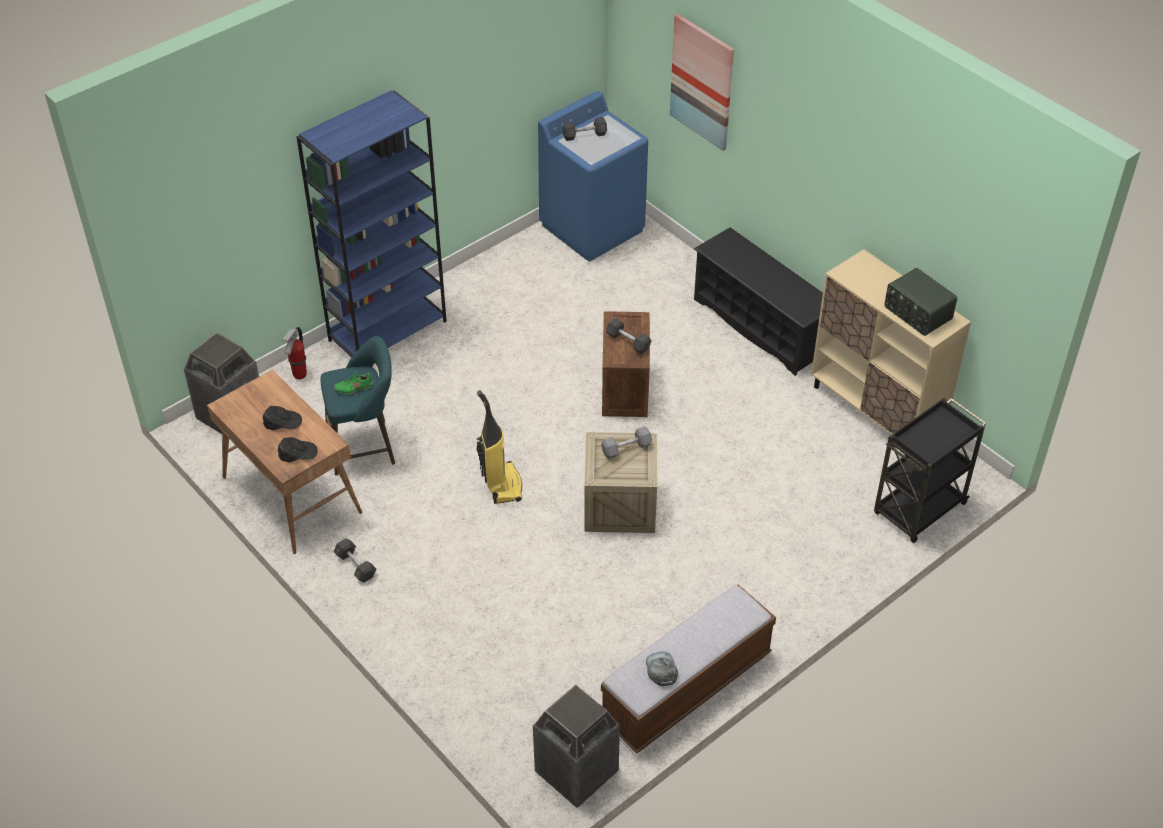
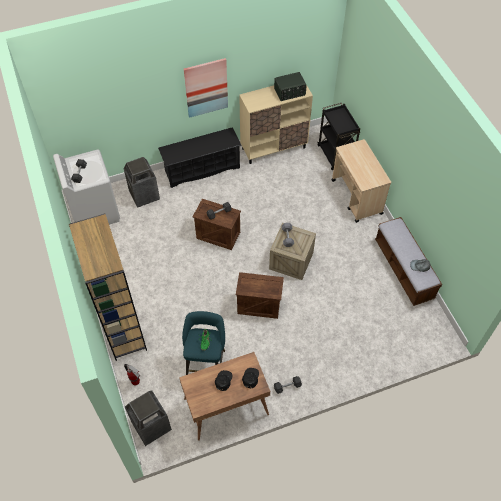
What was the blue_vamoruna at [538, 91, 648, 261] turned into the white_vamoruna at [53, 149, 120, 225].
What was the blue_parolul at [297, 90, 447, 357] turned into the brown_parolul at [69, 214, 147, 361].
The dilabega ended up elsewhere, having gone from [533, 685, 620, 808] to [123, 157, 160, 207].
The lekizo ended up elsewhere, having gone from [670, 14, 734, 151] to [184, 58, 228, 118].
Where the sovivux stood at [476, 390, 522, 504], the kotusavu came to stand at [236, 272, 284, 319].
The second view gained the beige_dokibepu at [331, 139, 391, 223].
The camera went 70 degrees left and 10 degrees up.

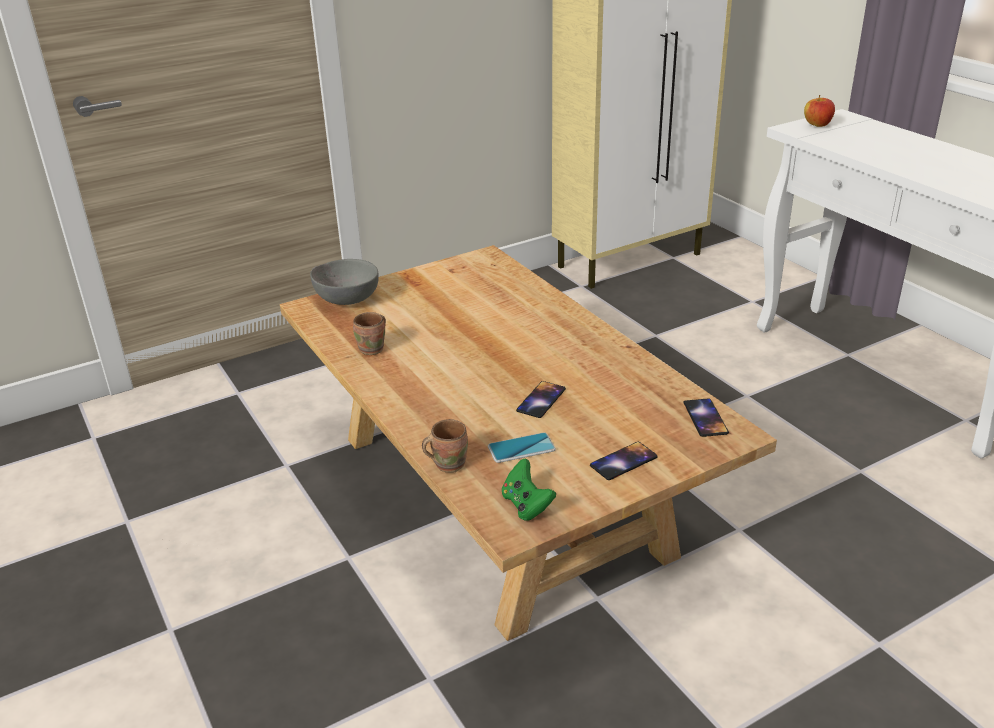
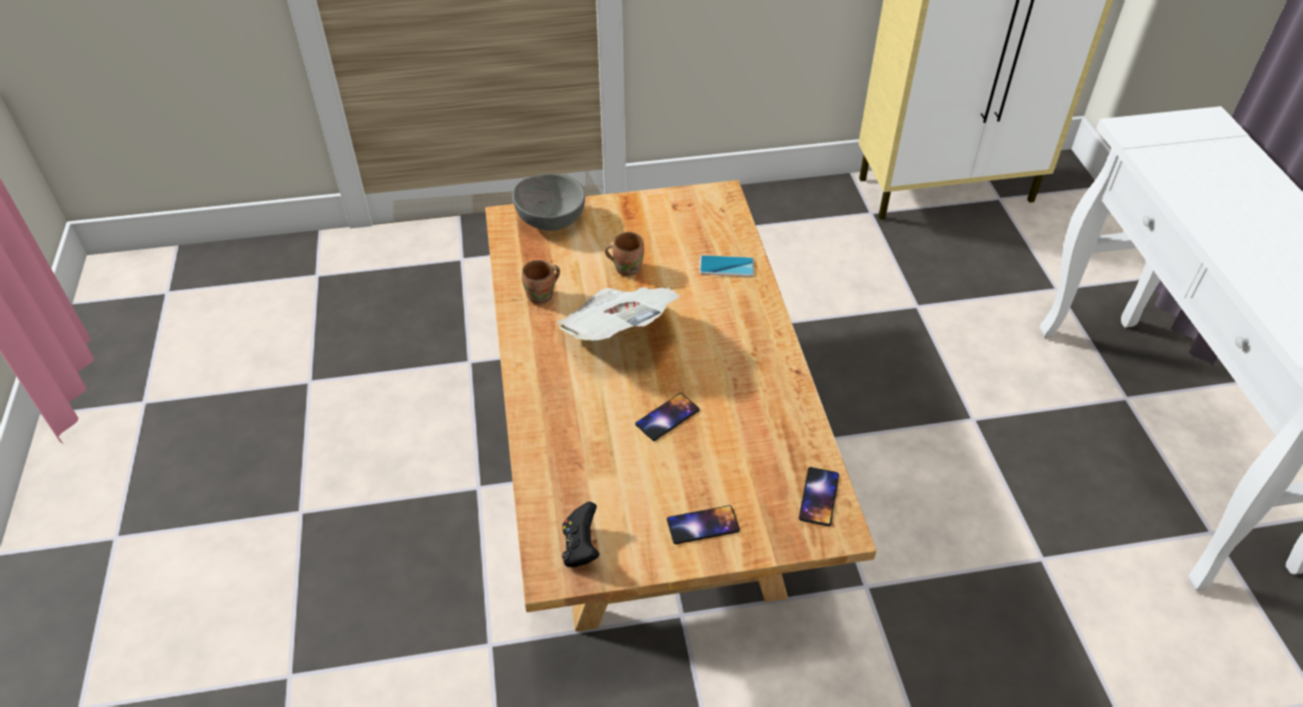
The second view gained the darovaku at [556, 287, 680, 340].
What was the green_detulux at [502, 458, 556, 521] turned into the black_detulux at [562, 502, 600, 568].
The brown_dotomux ended up elsewhere, having gone from [422, 419, 468, 473] to [605, 232, 644, 277].
The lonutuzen ended up elsewhere, having gone from [488, 433, 556, 463] to [699, 255, 754, 277].
The second view lost the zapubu at [804, 95, 835, 127].
The camera went 20 degrees right and 15 degrees up.

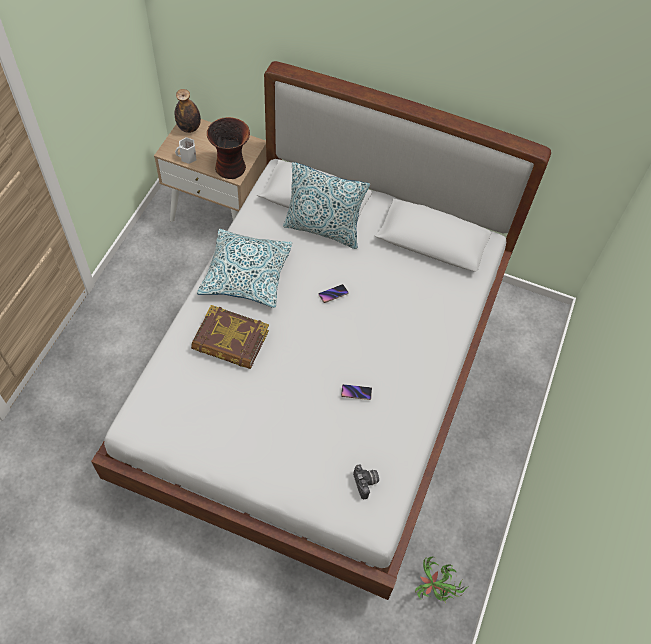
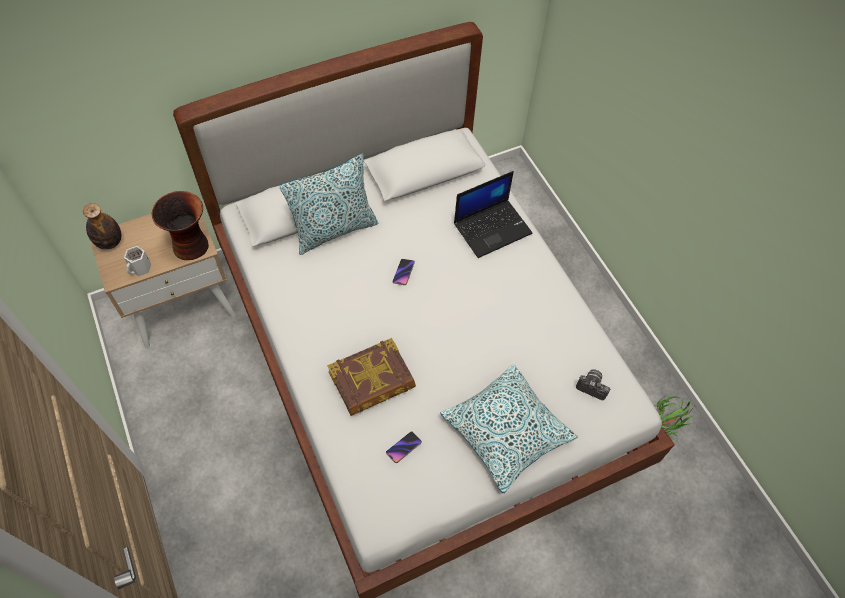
The lonutuzen ended up elsewhere, having gone from [341, 384, 372, 400] to [386, 431, 422, 463].
The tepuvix ended up elsewhere, having gone from [197, 229, 292, 308] to [440, 364, 578, 493].
The second view gained the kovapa at [454, 171, 533, 258].
The camera went 45 degrees left and 0 degrees up.

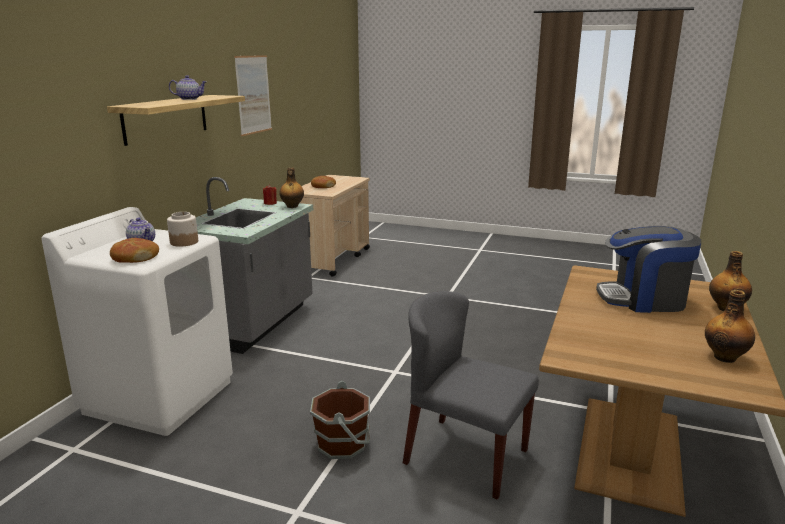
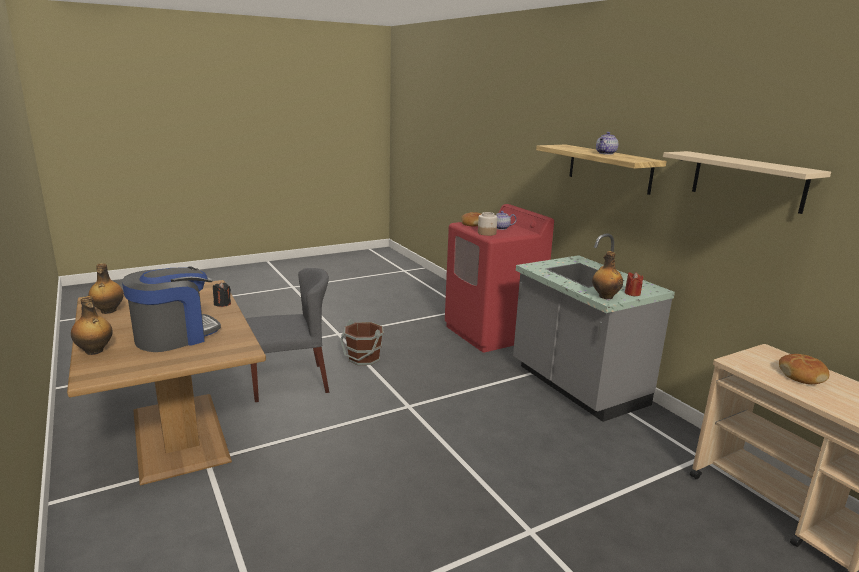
The second view gained the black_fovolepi at [213, 282, 231, 307].
What was the white_vamoruna at [41, 207, 233, 436] turned into the red_vamoruna at [445, 204, 554, 352].
Where the lekizo hung at [234, 55, 272, 136], the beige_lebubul came to hang at [663, 151, 831, 214].
The camera went 130 degrees right and 0 degrees up.

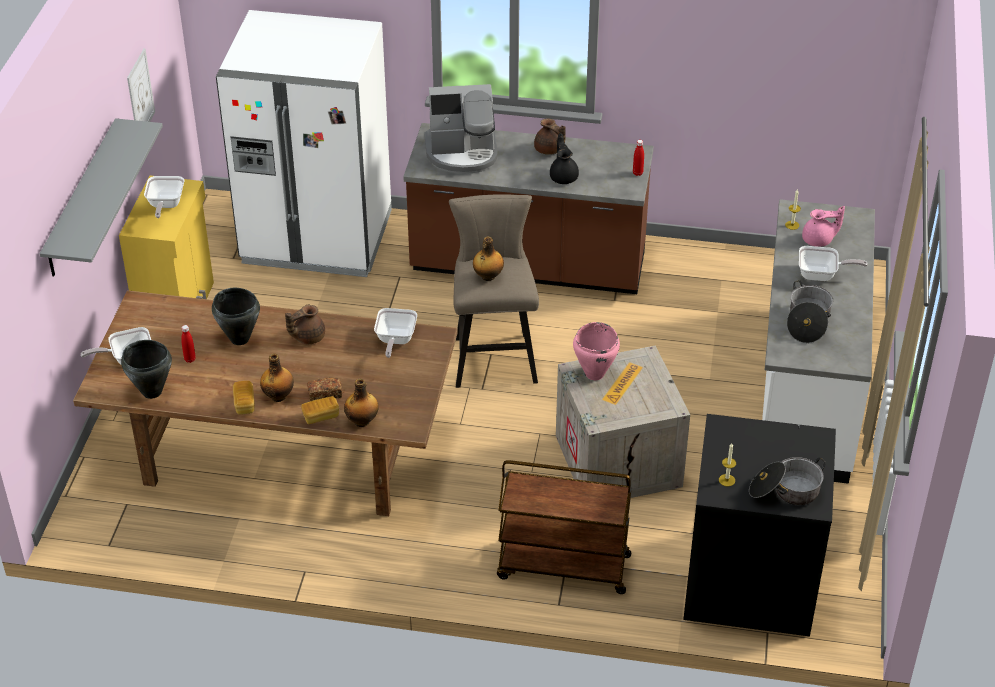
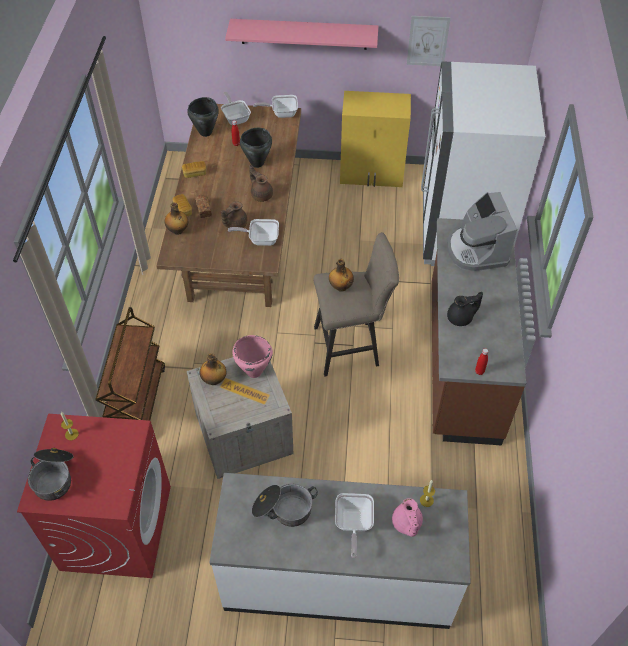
What was the black_vamoruna at [683, 414, 836, 636] turned into the red_vamoruna at [17, 414, 171, 578].
The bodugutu ended up elsewhere, having gone from [260, 354, 294, 402] to [200, 353, 226, 385].
The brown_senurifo ended up elsewhere, having gone from [534, 119, 566, 155] to [221, 201, 247, 228].
What was the grey_lebubul at [40, 118, 163, 277] turned into the pink_lebubul at [225, 19, 378, 50].
The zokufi ended up elsewhere, having gone from [144, 176, 184, 218] to [253, 95, 298, 118].
The camera went 85 degrees right and 10 degrees up.

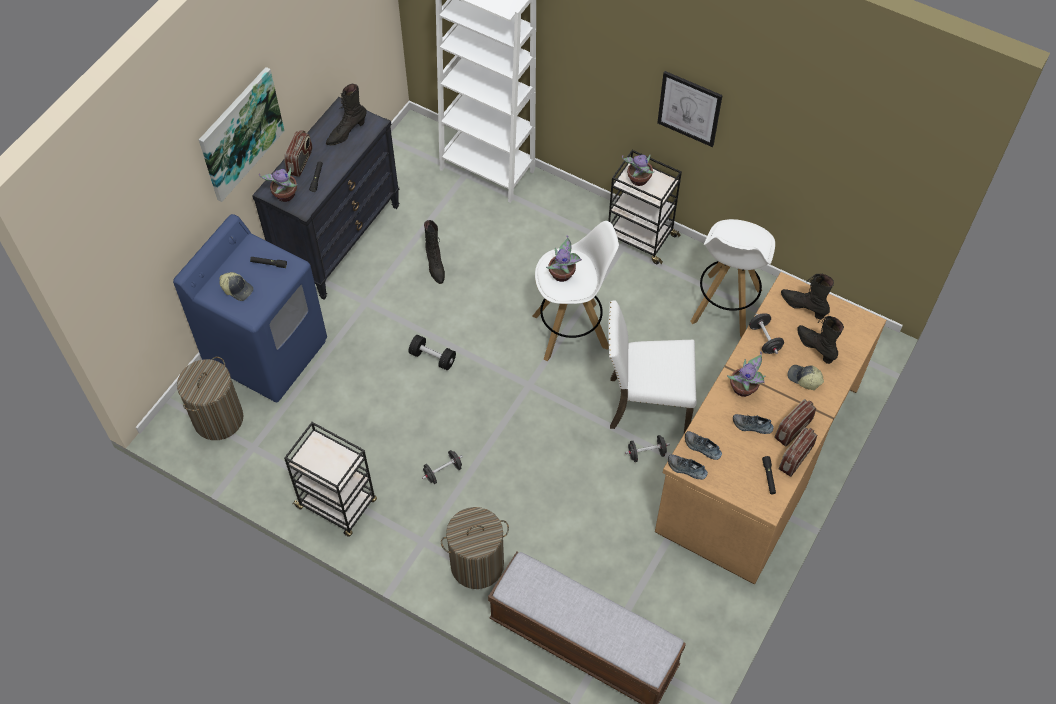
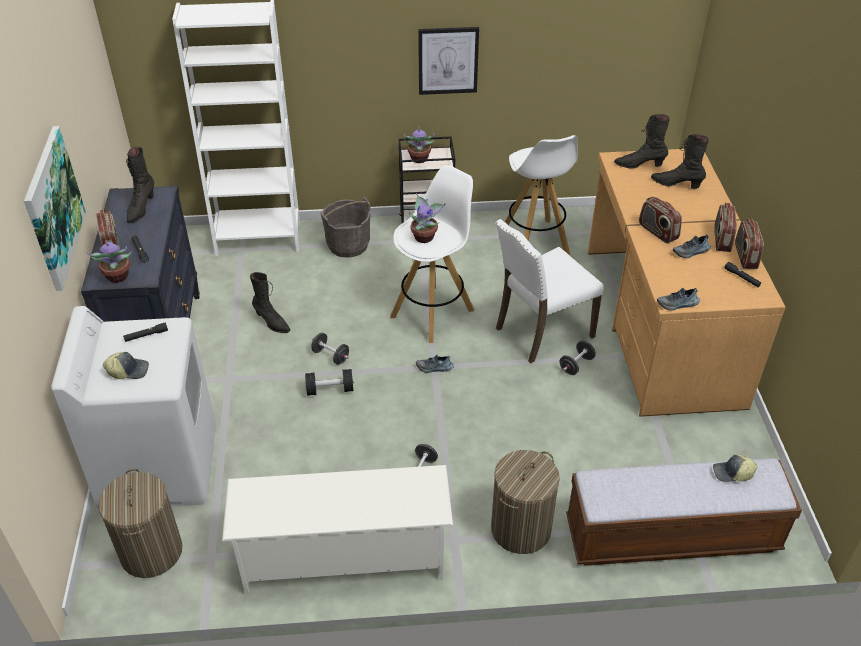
What was the blue_vamoruna at [173, 214, 327, 402] turned into the white_vamoruna at [51, 306, 216, 508].
Where the black_dokibepu stood at [284, 422, 377, 537], the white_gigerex came to stand at [222, 465, 453, 594].
The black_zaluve ended up elsewhere, having gone from [749, 313, 784, 354] to [312, 333, 349, 365].
The second view gained the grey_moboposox at [320, 197, 371, 258].
The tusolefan ended up elsewhere, having gone from [685, 431, 722, 460] to [416, 355, 454, 373].
Where the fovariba stood at [727, 351, 765, 397], the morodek came to stand at [639, 196, 682, 244].
The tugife ended up elsewhere, having gone from [787, 365, 824, 390] to [713, 455, 758, 482].
The camera went 35 degrees left and 15 degrees down.

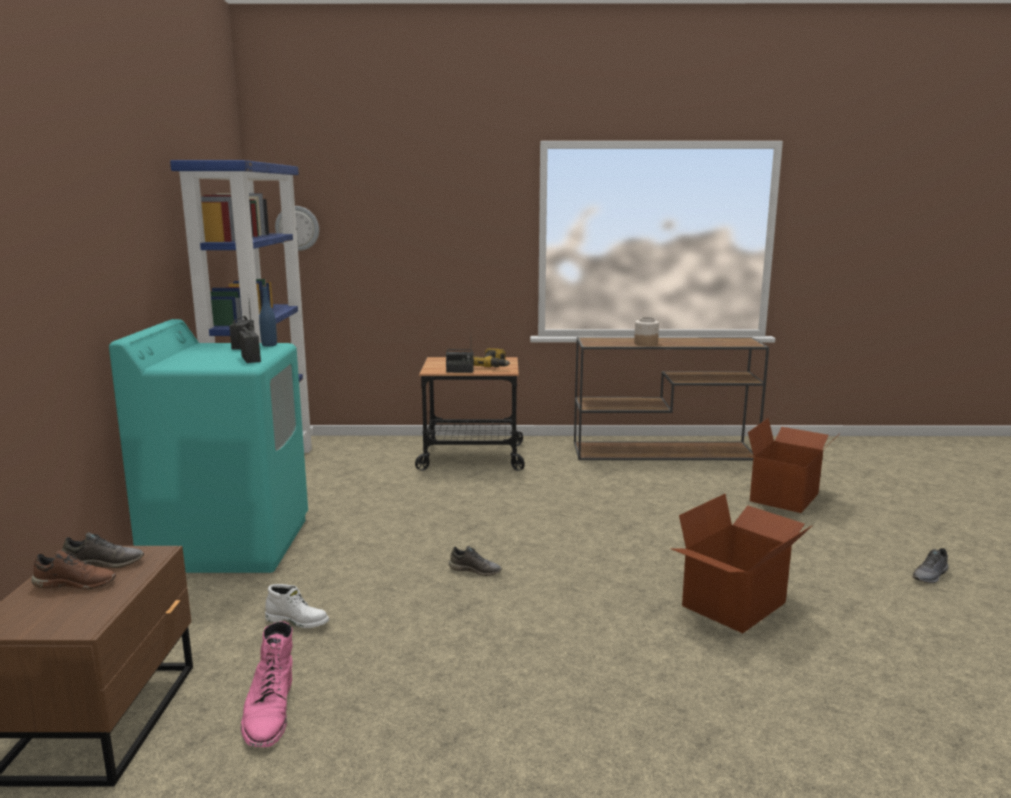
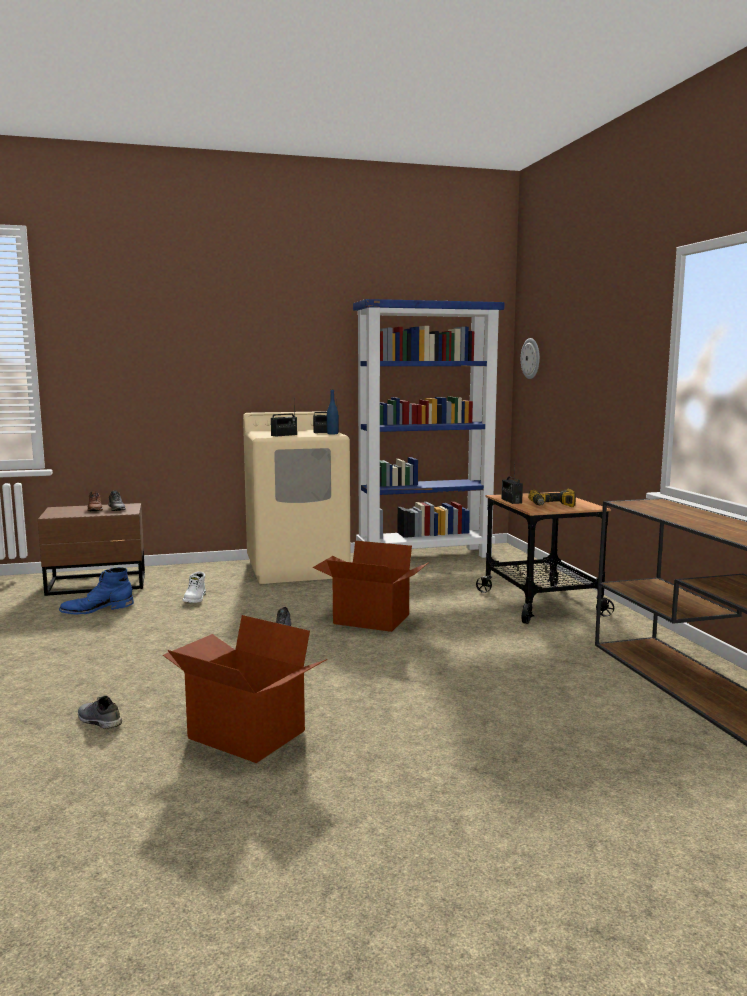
What was the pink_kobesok at [240, 621, 293, 747] turned into the blue_kobesok at [59, 567, 134, 615].
The grey_tusolefan ended up elsewhere, having gone from [912, 548, 948, 583] to [78, 695, 122, 729].
What was the turquoise_vamoruna at [109, 319, 308, 573] turned into the beige_vamoruna at [243, 411, 350, 584].
The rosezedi ended up elsewhere, having gone from [748, 418, 840, 513] to [313, 541, 429, 632].
The second view lost the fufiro at [634, 317, 659, 346].
The camera went 75 degrees right and 5 degrees down.

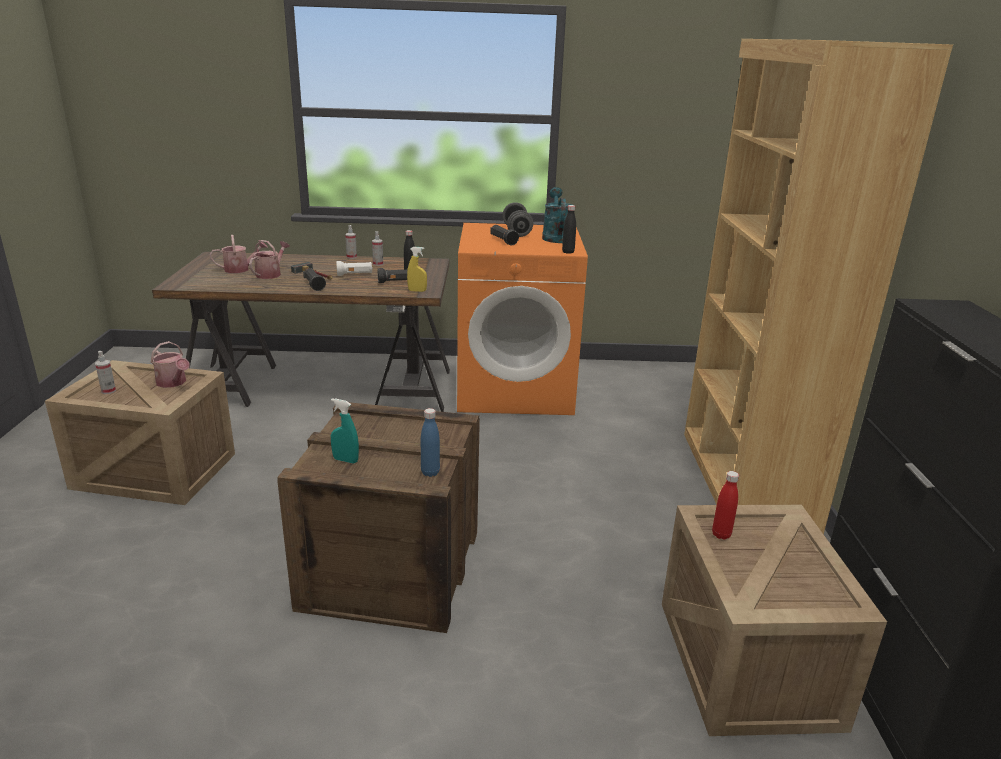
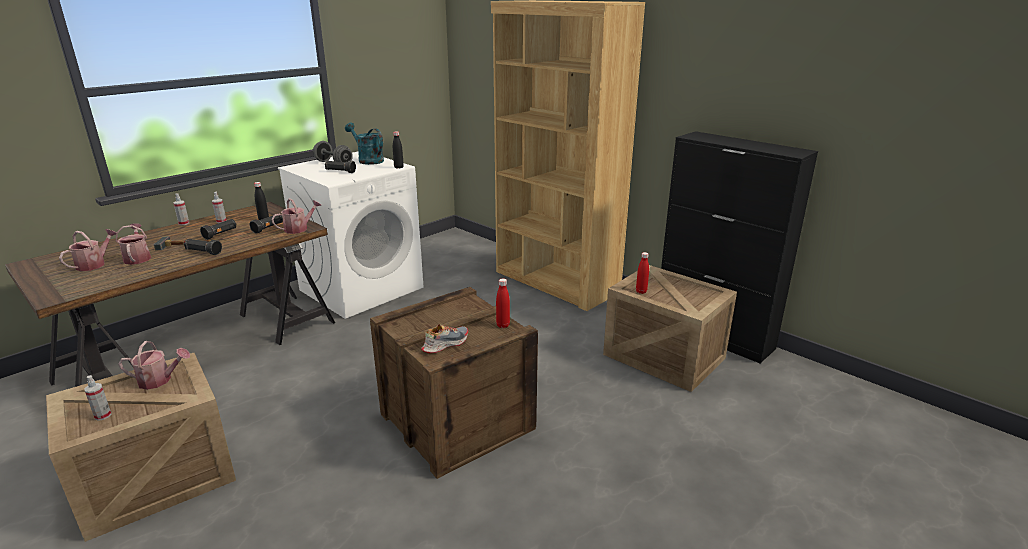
What was the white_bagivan at [336, 261, 373, 276] turned into the black_bagivan at [200, 219, 237, 240].
Where the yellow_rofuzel stood at [407, 247, 427, 292], the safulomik came to stand at [272, 198, 321, 234].
What was the orange_vamoruna at [457, 223, 588, 415] turned into the white_vamoruna at [278, 152, 424, 319].
Where the turquoise_rofuzel stood at [331, 398, 359, 463], the tusolefan came to stand at [421, 324, 468, 353].
What was the blue_bodugutu at [421, 408, 440, 477] turned into the red_bodugutu at [496, 279, 510, 328].
The camera went 45 degrees left and 0 degrees up.

